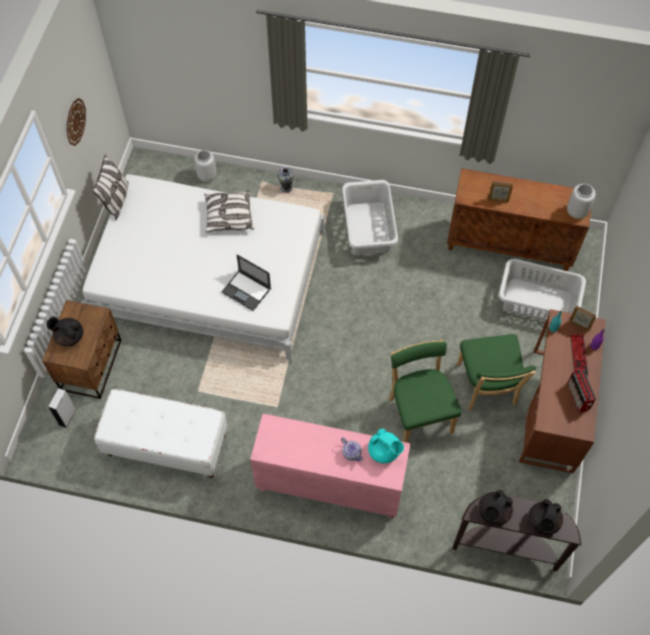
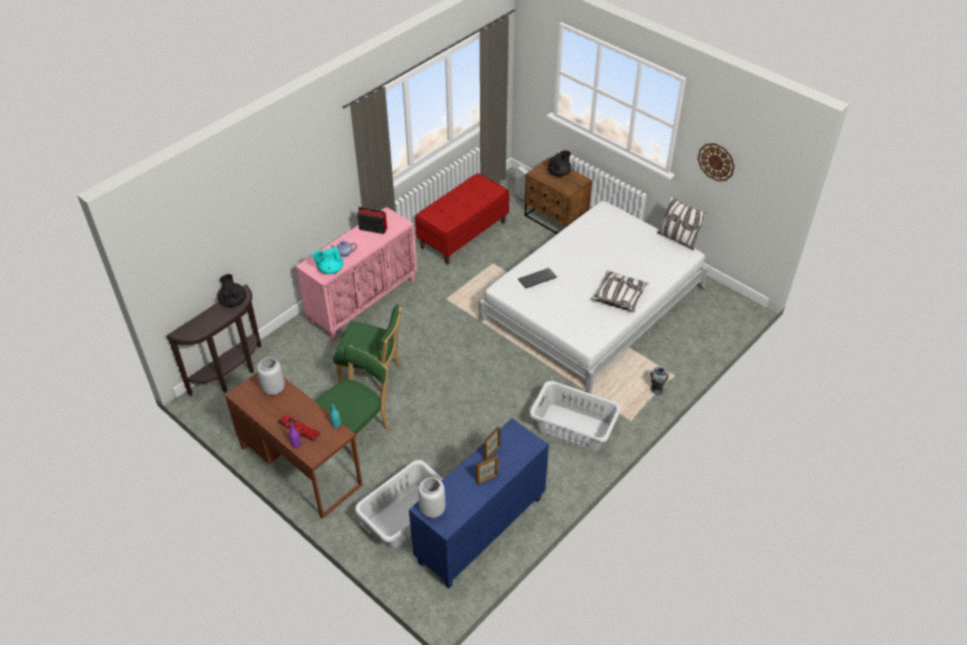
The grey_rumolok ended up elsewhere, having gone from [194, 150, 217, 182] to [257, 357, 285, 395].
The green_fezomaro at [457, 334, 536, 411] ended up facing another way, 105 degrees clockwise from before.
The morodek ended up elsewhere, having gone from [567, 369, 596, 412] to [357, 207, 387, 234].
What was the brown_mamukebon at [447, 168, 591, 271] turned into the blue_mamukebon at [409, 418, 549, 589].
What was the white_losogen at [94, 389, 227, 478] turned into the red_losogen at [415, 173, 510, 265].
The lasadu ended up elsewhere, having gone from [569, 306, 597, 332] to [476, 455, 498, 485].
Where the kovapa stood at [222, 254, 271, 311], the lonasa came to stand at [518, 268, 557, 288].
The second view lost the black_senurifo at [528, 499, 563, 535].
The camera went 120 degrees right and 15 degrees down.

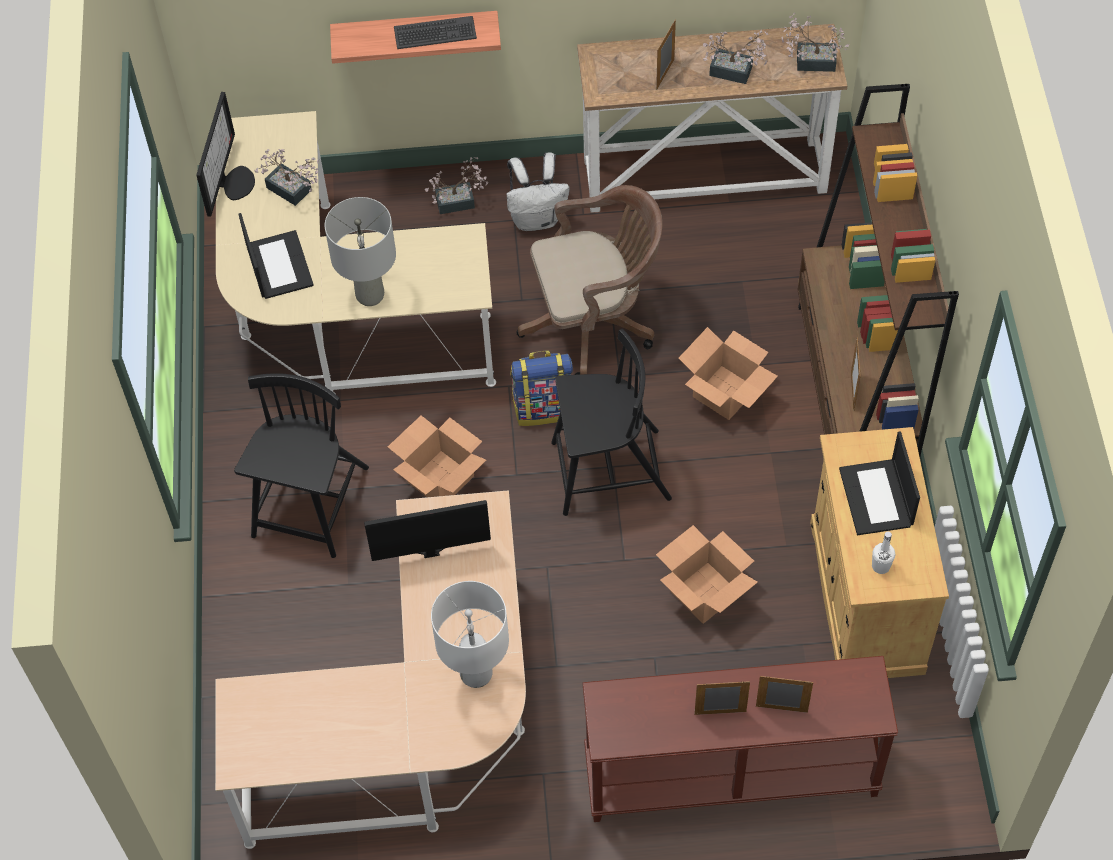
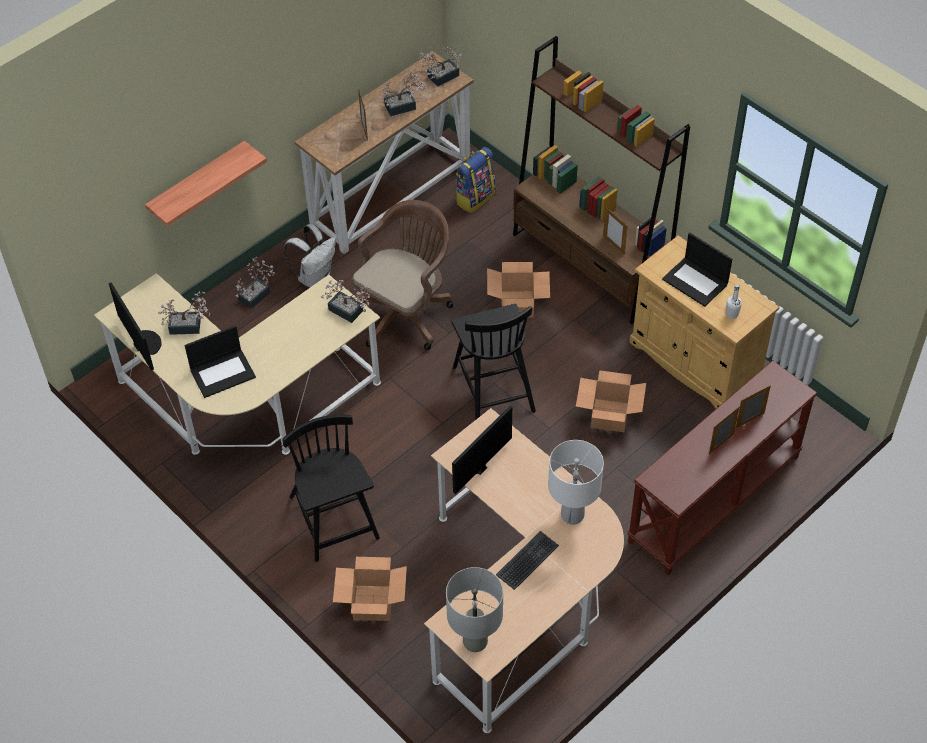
The kovapa at [238, 213, 314, 299] ended up facing another way, 120 degrees clockwise from before.
The second view gained the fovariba at [320, 280, 371, 323].
The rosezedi ended up elsewhere, having gone from [388, 415, 486, 497] to [333, 557, 407, 621].
The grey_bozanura ended up elsewhere, having gone from [325, 197, 396, 306] to [446, 567, 503, 652].
The black_fezomaro at [551, 329, 672, 516] ended up facing another way, 120 degrees clockwise from before.
The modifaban ended up elsewhere, having gone from [510, 350, 573, 426] to [455, 147, 496, 213].
The lonasa ended up elsewhere, having gone from [394, 16, 477, 49] to [496, 531, 559, 590].
The camera went 40 degrees left and 5 degrees down.

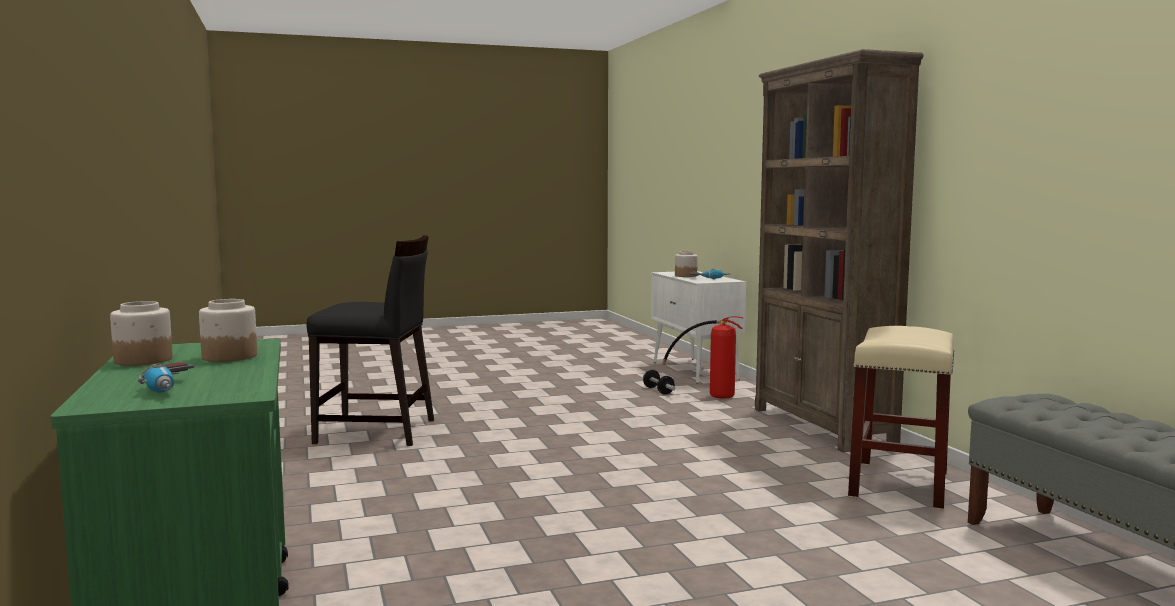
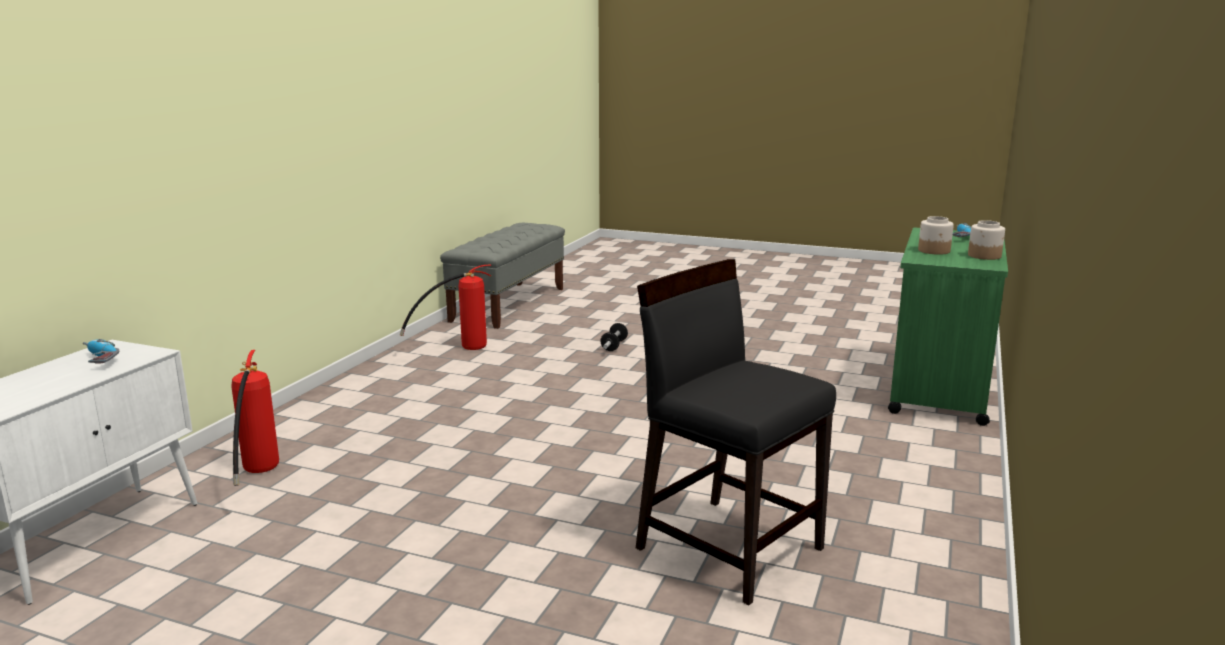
Where the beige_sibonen stood at [848, 326, 954, 510], the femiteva came to stand at [400, 265, 492, 350].
The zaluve ended up elsewhere, having gone from [643, 370, 675, 395] to [600, 323, 628, 351].
The second view lost the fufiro at [675, 251, 698, 277].
The second view lost the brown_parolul at [755, 49, 924, 452].
The camera went 140 degrees left and 10 degrees up.

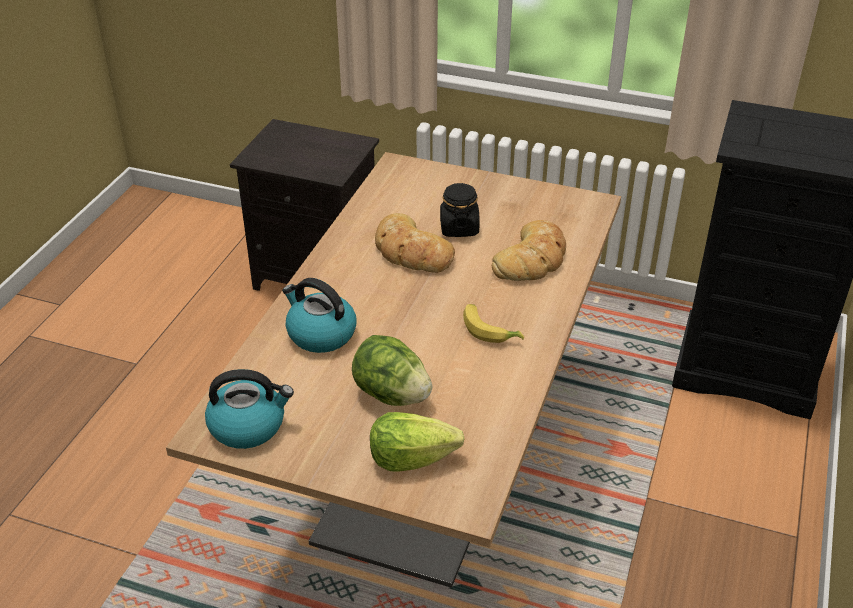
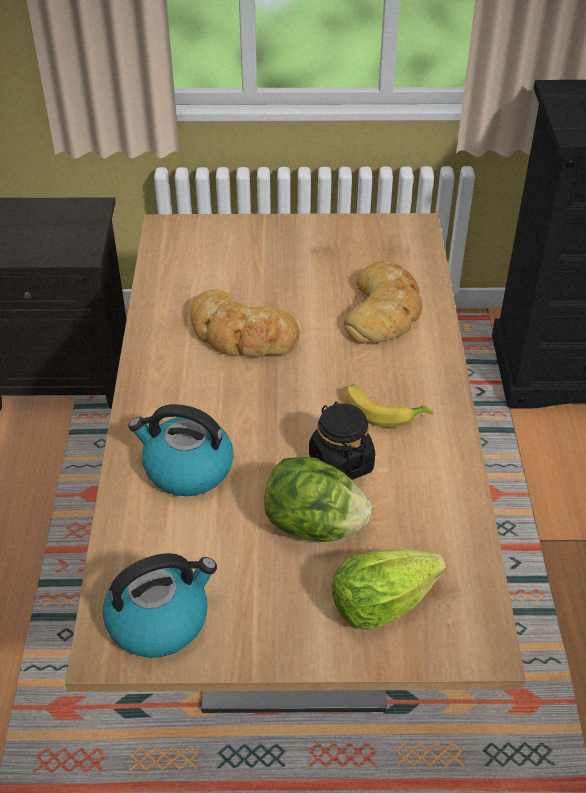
The black_fufiro ended up elsewhere, having gone from [440, 183, 479, 237] to [309, 402, 375, 480].
The camera went 20 degrees left and 5 degrees up.

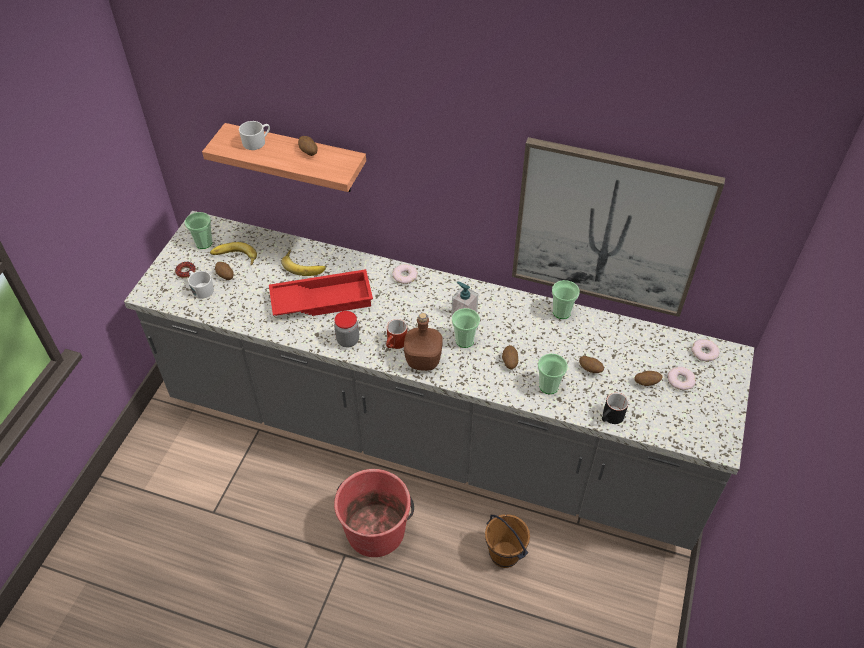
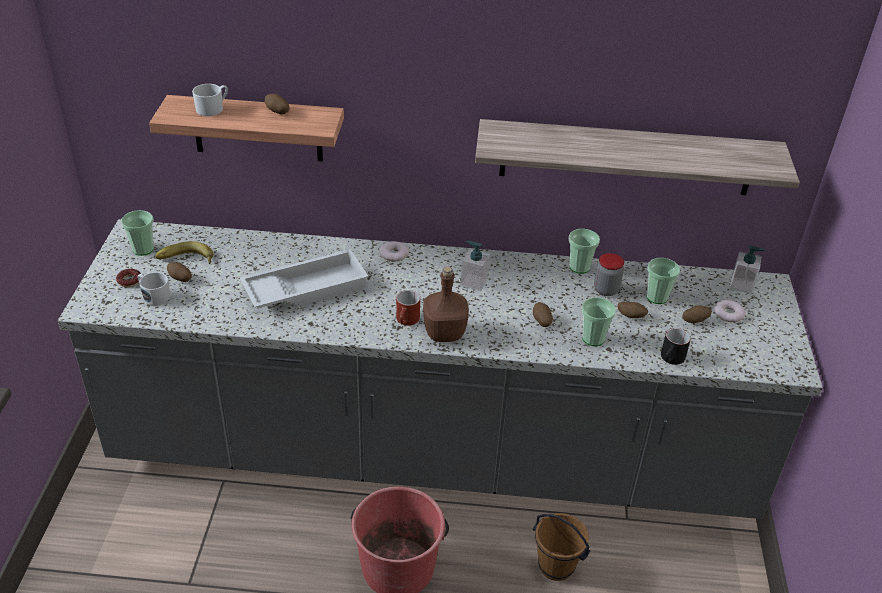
What was the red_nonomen at [269, 269, 373, 316] turned into the white_nonomen at [240, 249, 368, 308].
Where the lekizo hung at [512, 137, 725, 317], the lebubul came to hang at [475, 119, 800, 195].
The fufiro ended up elsewhere, having gone from [334, 311, 359, 347] to [594, 253, 624, 296].
The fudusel ended up elsewhere, having gone from [452, 308, 480, 348] to [647, 258, 680, 304].
Where the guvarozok stood at [691, 339, 720, 361], the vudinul came to stand at [730, 245, 765, 294].
The second view lost the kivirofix at [281, 249, 326, 276].
The camera went 15 degrees left and 10 degrees down.

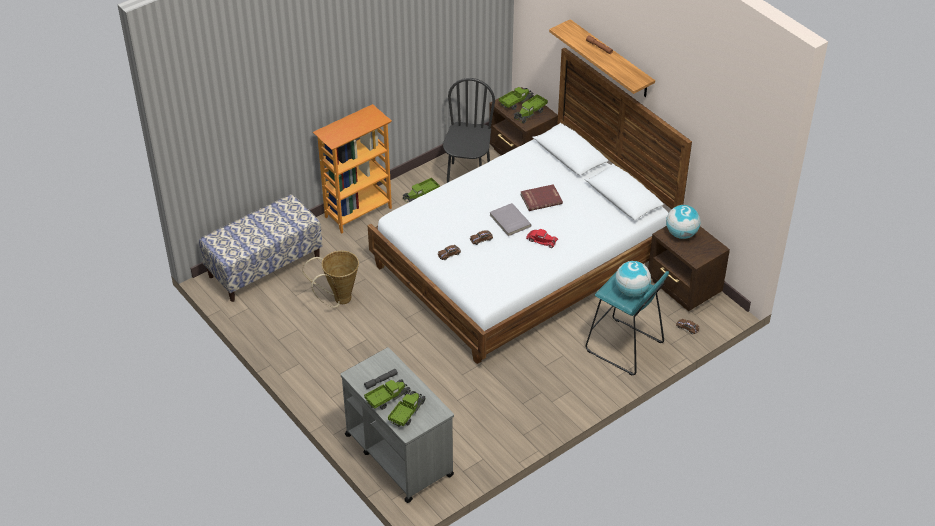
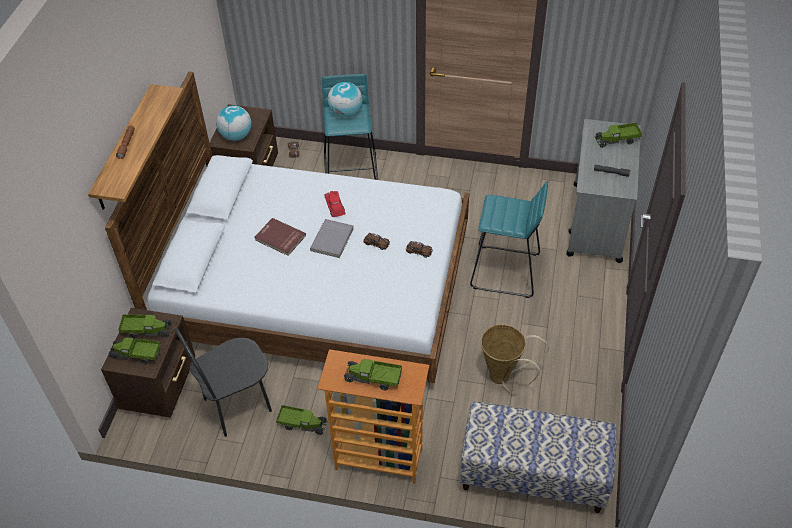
The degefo ended up elsewhere, having gone from [364, 379, 411, 410] to [344, 359, 402, 390].
The second view gained the turquoise_sibonen at [470, 181, 548, 298].
The camera went 130 degrees left and 5 degrees up.

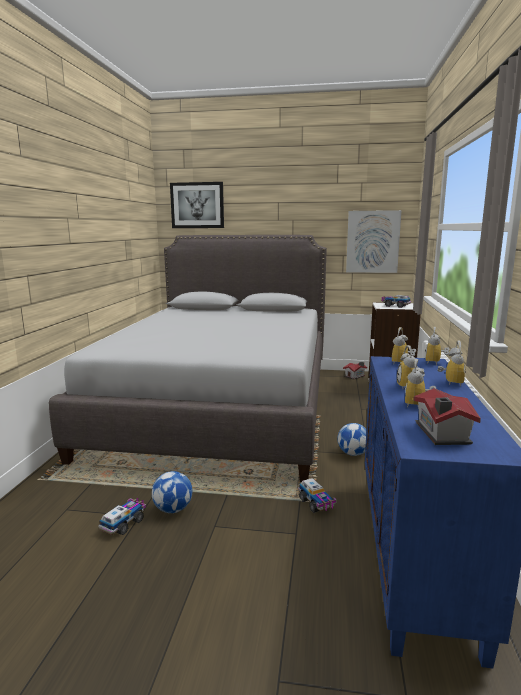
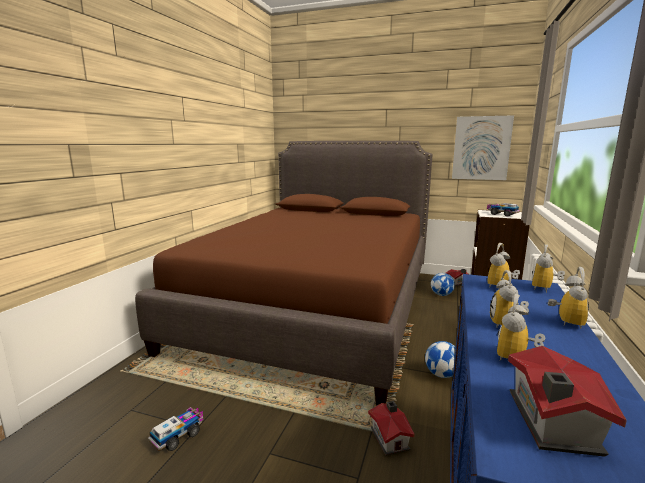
What was the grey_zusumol at [49, 235, 327, 482] turned into the brown_zusumol at [135, 141, 433, 406].
Where the degefo stood at [298, 478, 337, 513], the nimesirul came to stand at [368, 401, 415, 456].
The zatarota ended up elsewhere, having gone from [152, 471, 192, 513] to [431, 273, 455, 296].
The second view lost the lekizo at [170, 182, 224, 228].
The camera went 10 degrees right and 0 degrees up.

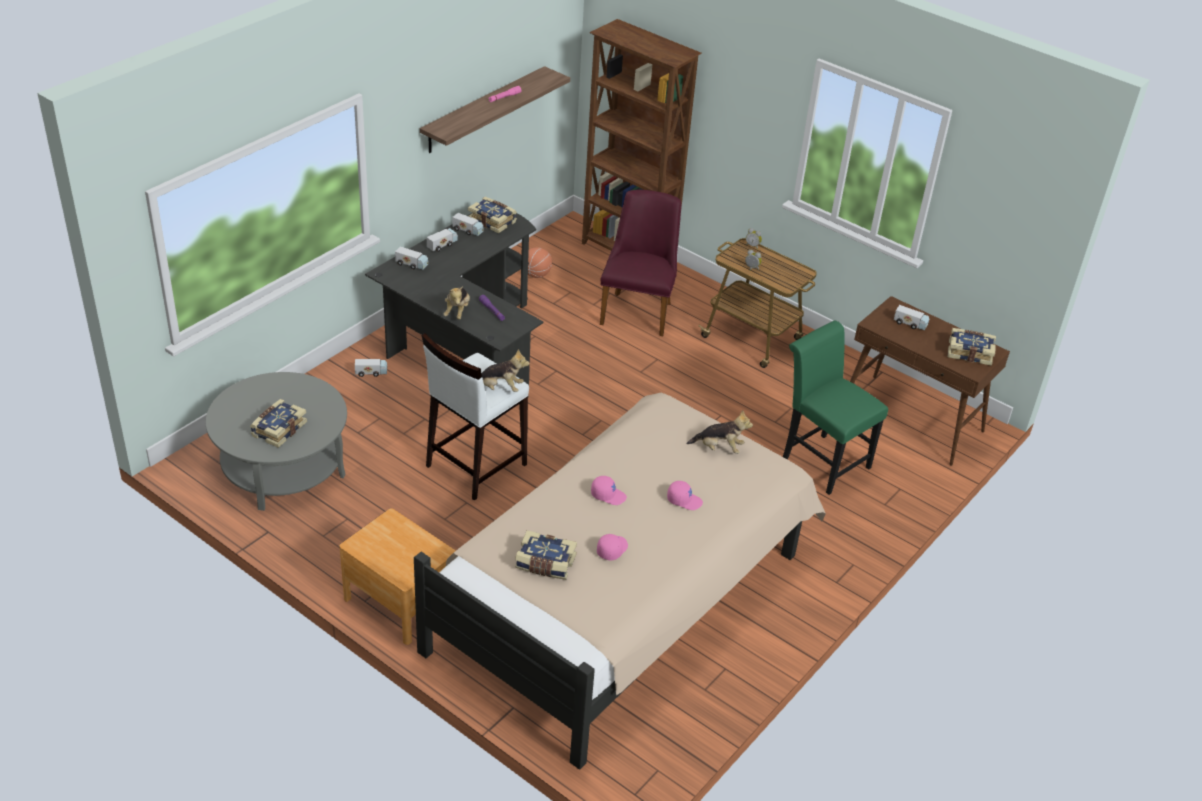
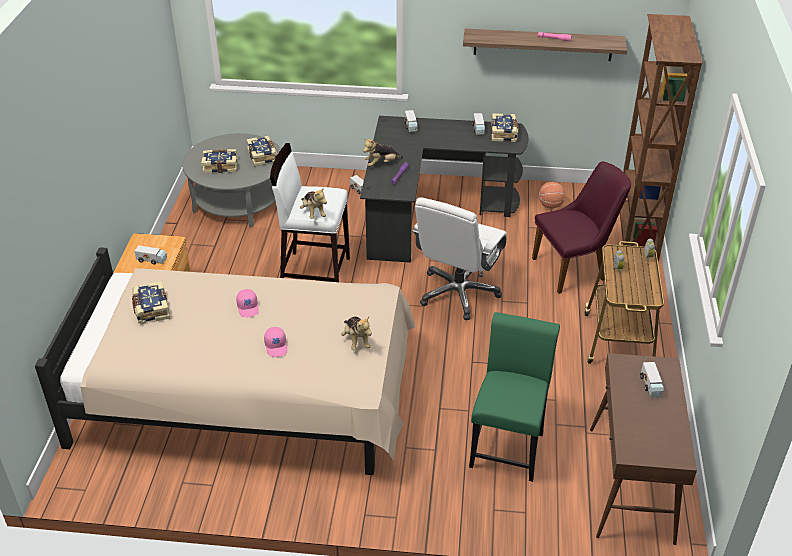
The degefo ended up elsewhere, having gone from [427, 228, 458, 252] to [135, 245, 167, 265].
The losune ended up elsewhere, having gone from [948, 328, 996, 366] to [246, 136, 278, 166].
The second view gained the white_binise at [412, 198, 507, 320].
The second view lost the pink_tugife at [597, 534, 628, 561].
The camera went 60 degrees right and 0 degrees up.

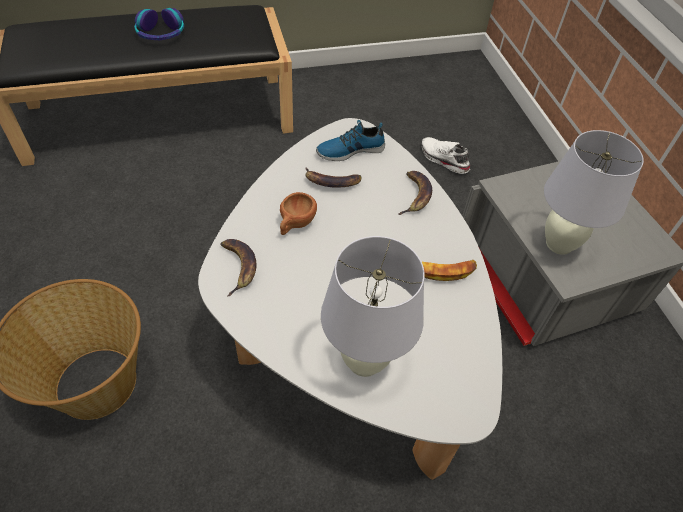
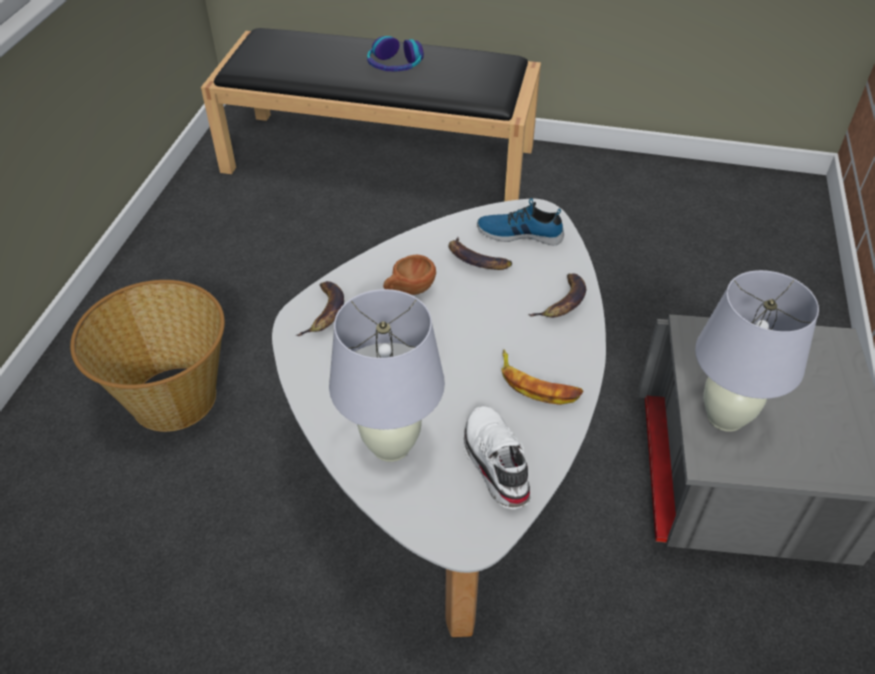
The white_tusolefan ended up elsewhere, having gone from [422, 137, 470, 174] to [464, 406, 530, 509].
The camera went 30 degrees right and 5 degrees down.

